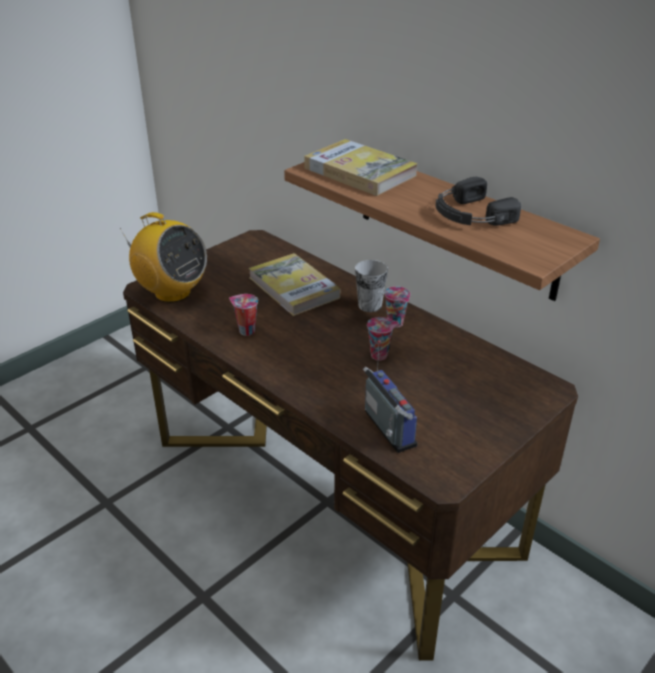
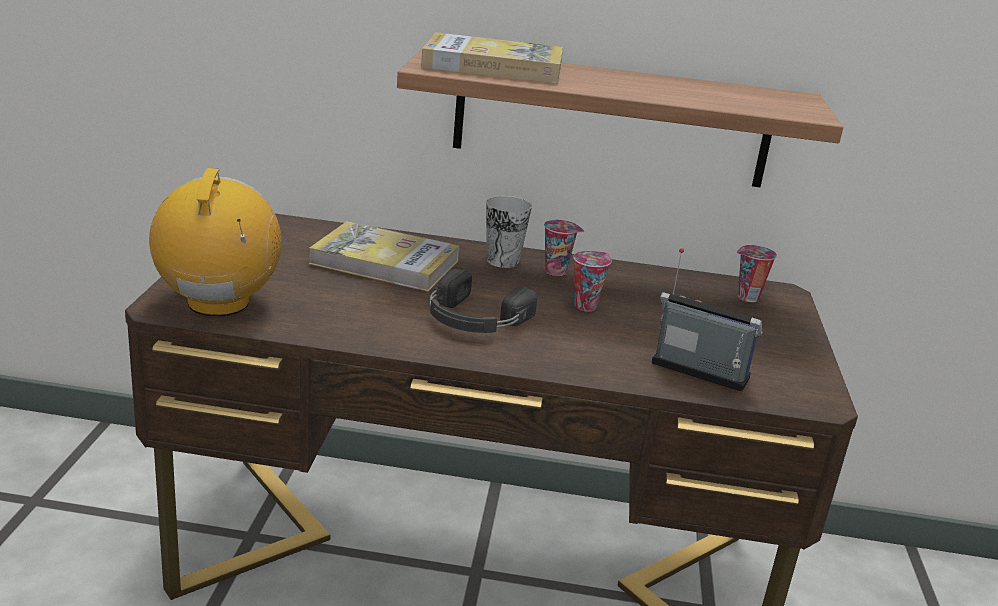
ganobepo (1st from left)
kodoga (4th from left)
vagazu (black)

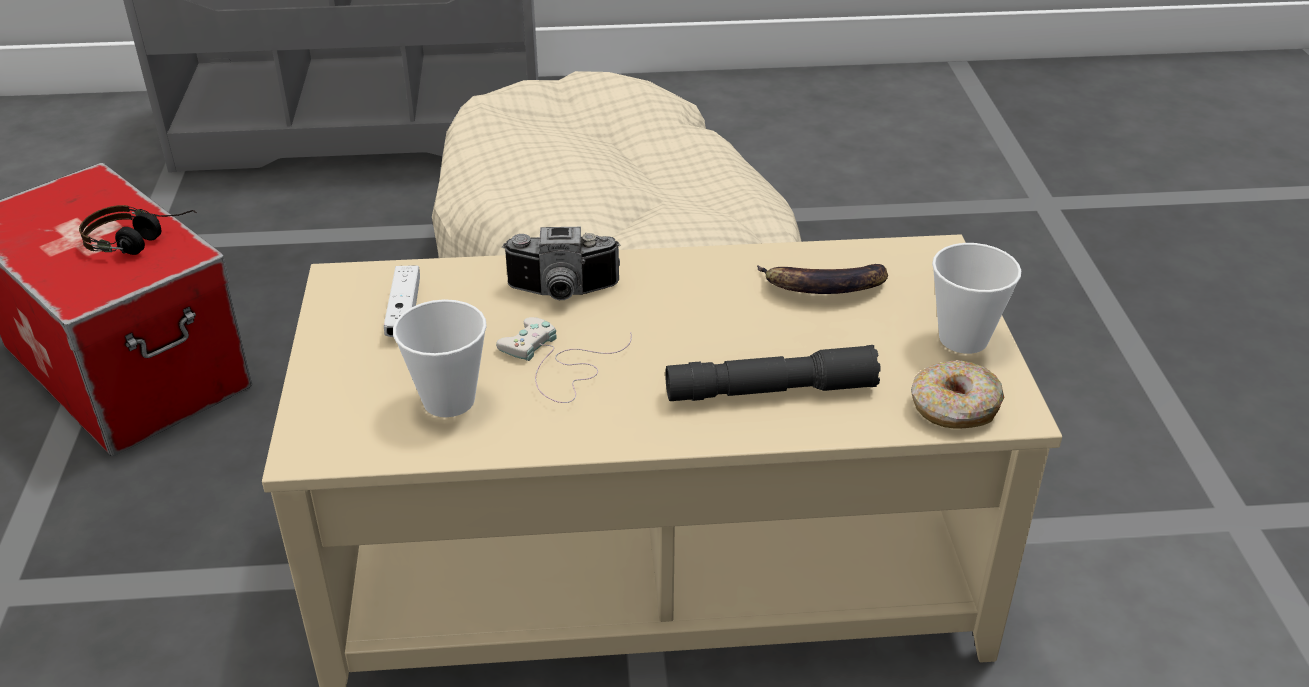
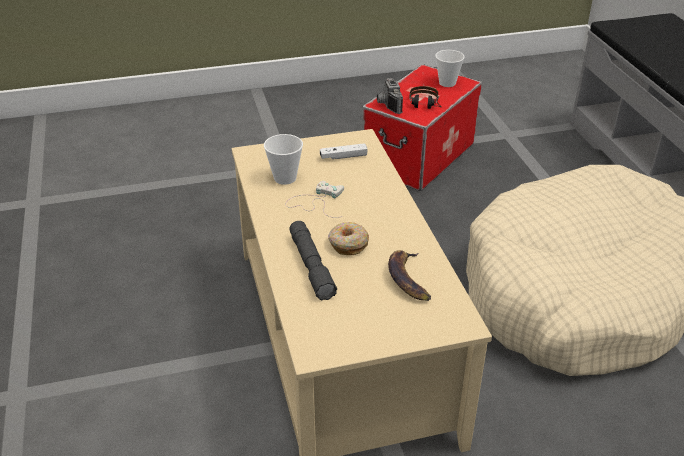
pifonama
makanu
kodoga (2nd from left)

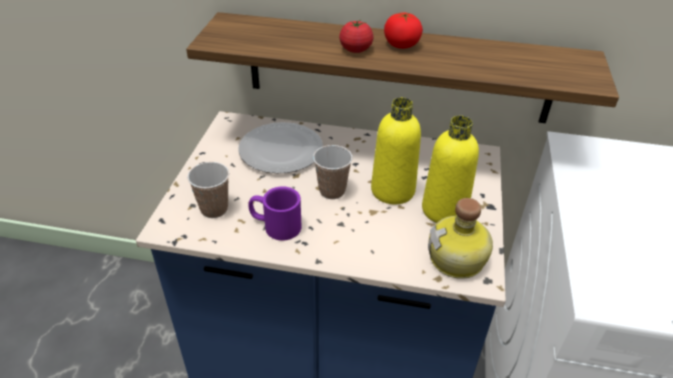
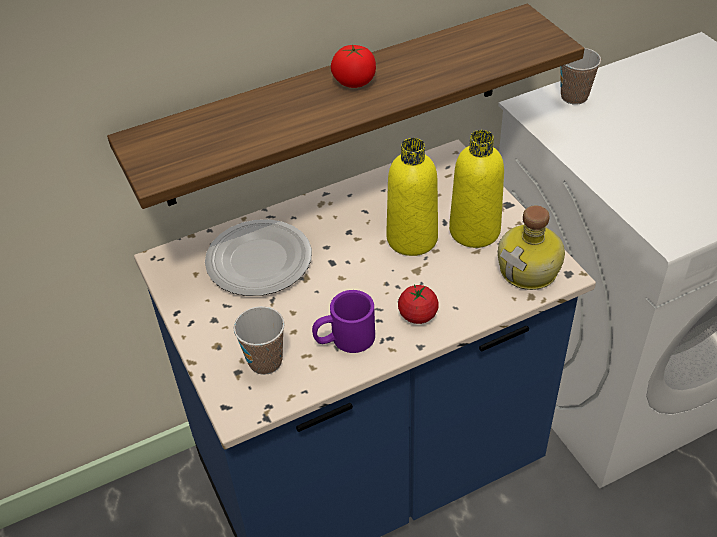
kodoga (2nd from left)
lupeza (2nd from left)

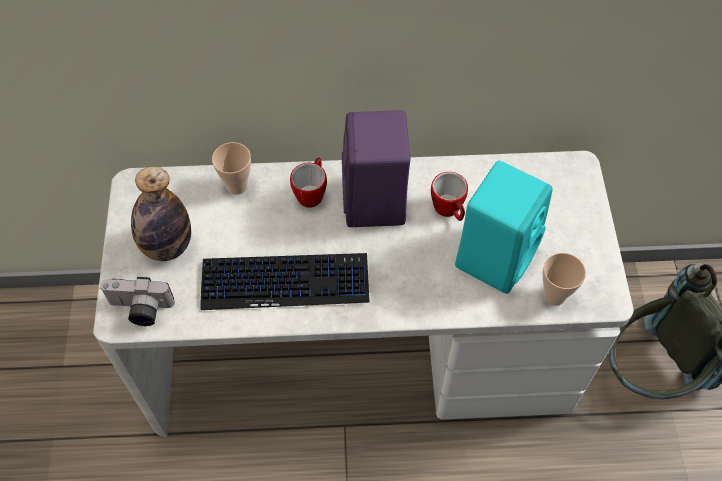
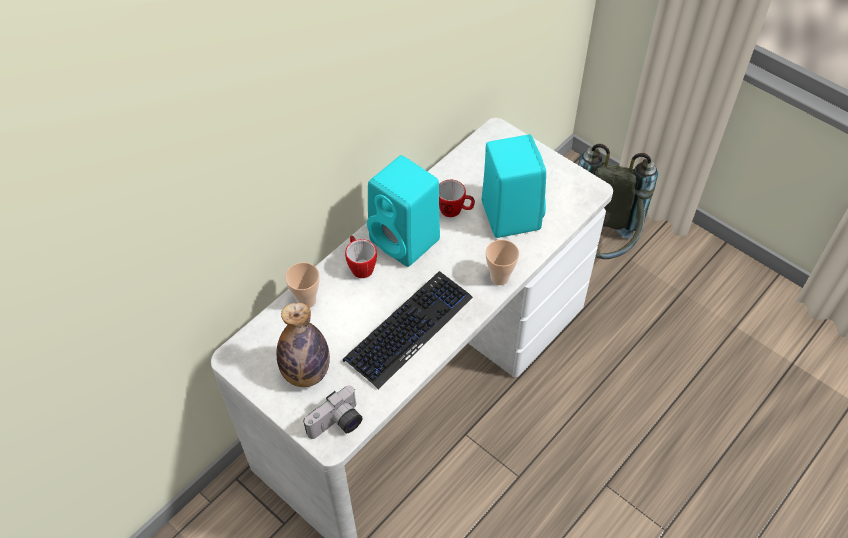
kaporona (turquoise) (1st from left)
kodoga (2nd from left)

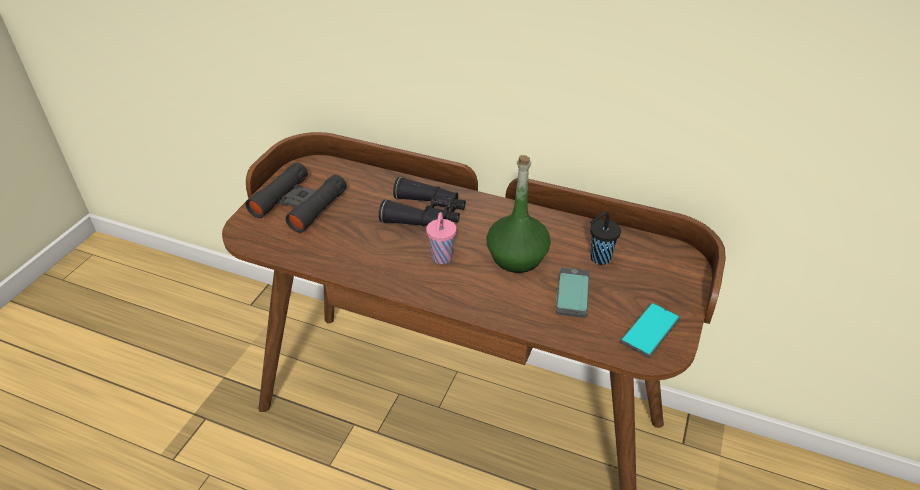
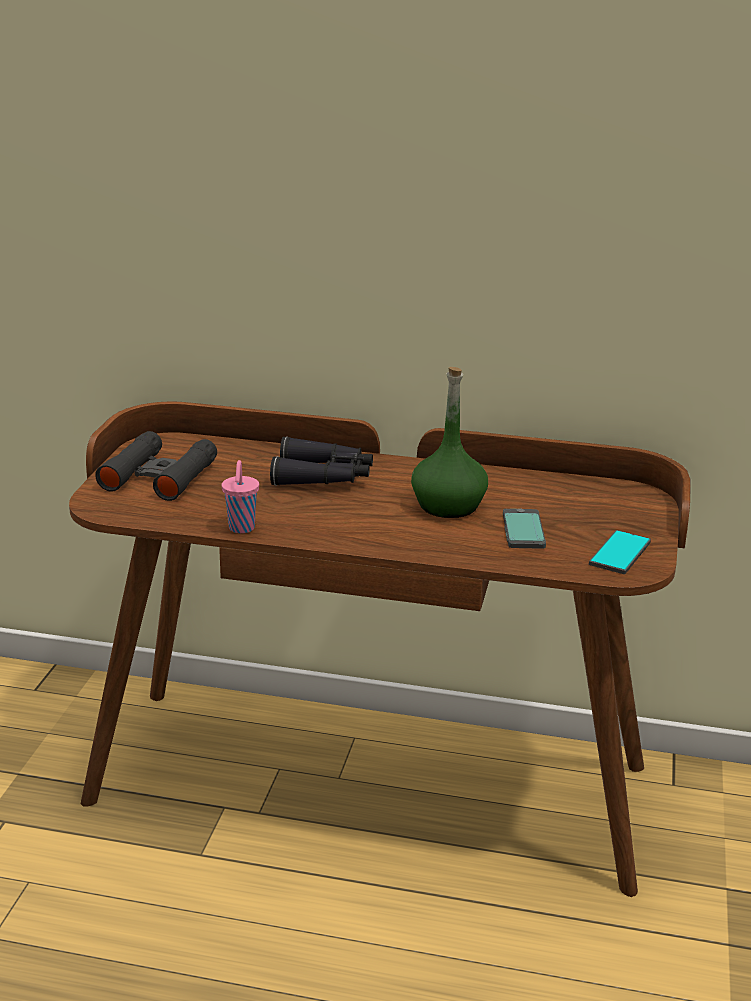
kodoga (pink)
kodoga (black)

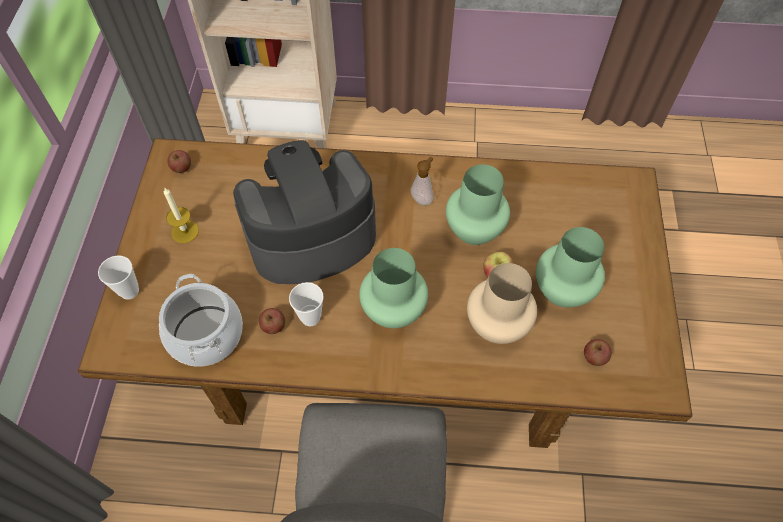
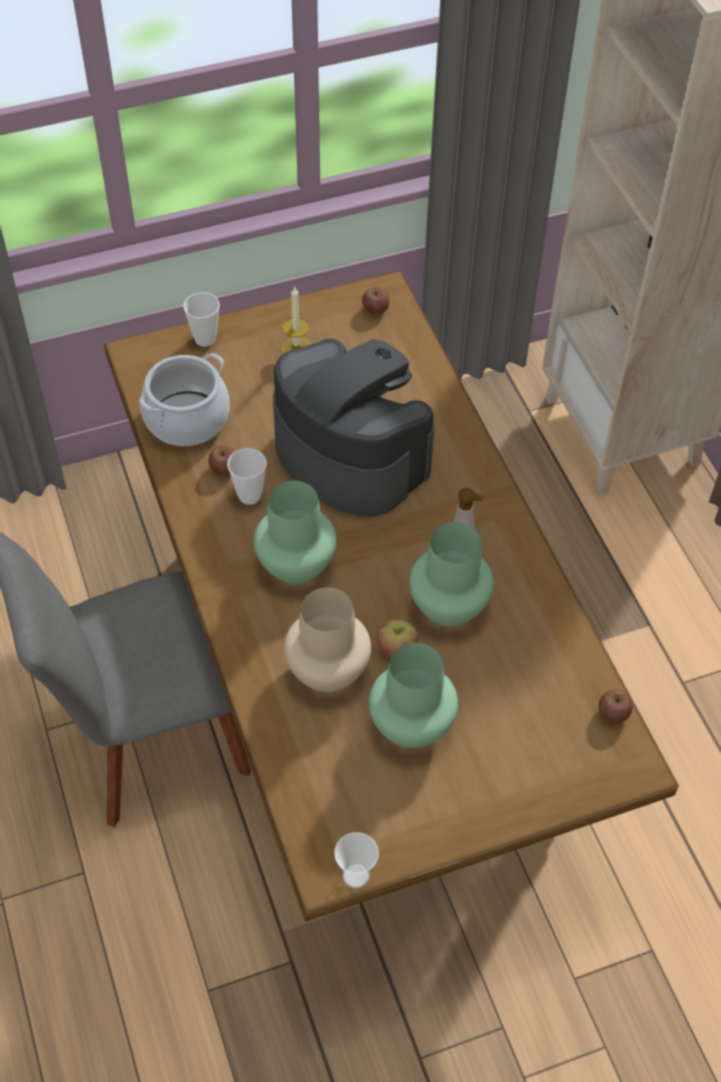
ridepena (4th from left)
kodoga (3rd from left)

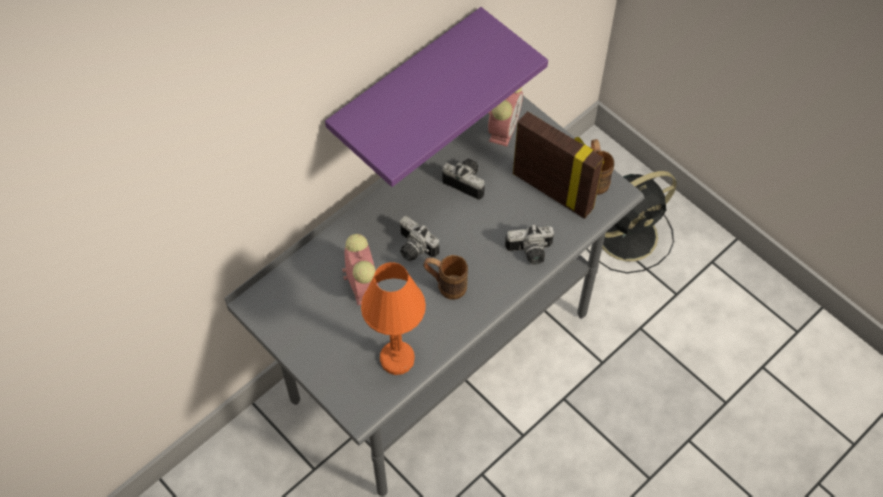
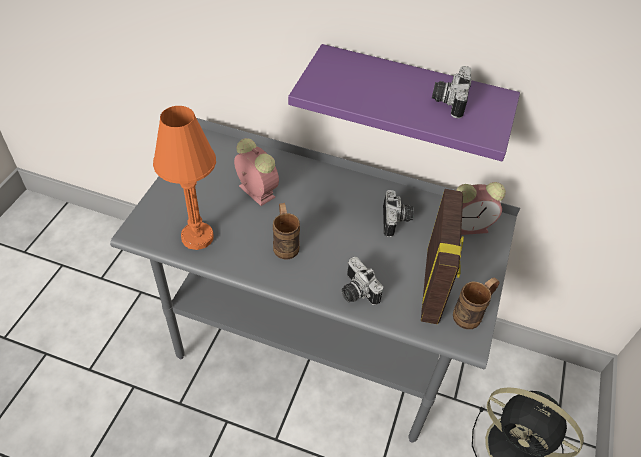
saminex (1st from left)
pifonama (3rd from left)

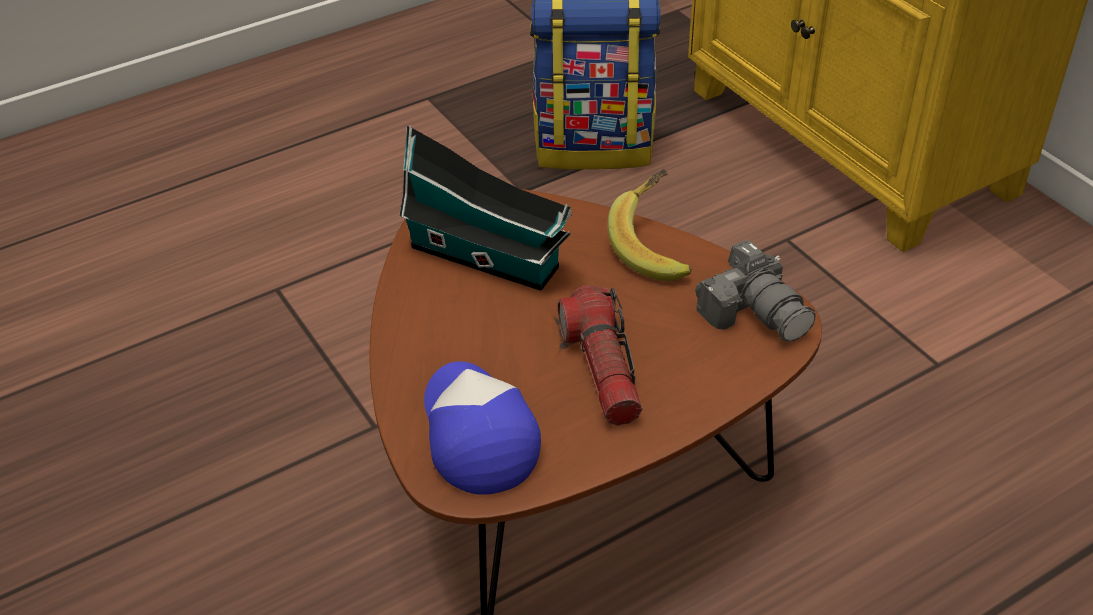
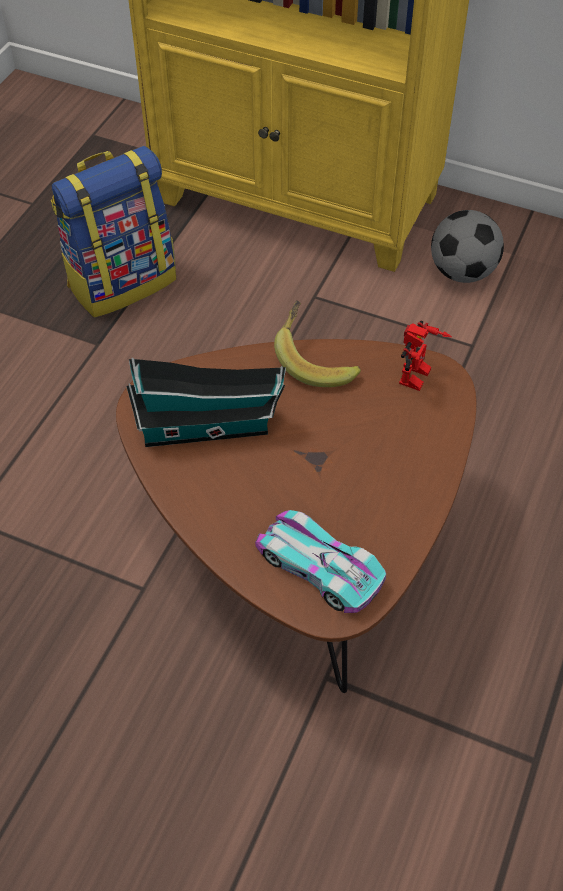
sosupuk
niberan
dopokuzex
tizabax

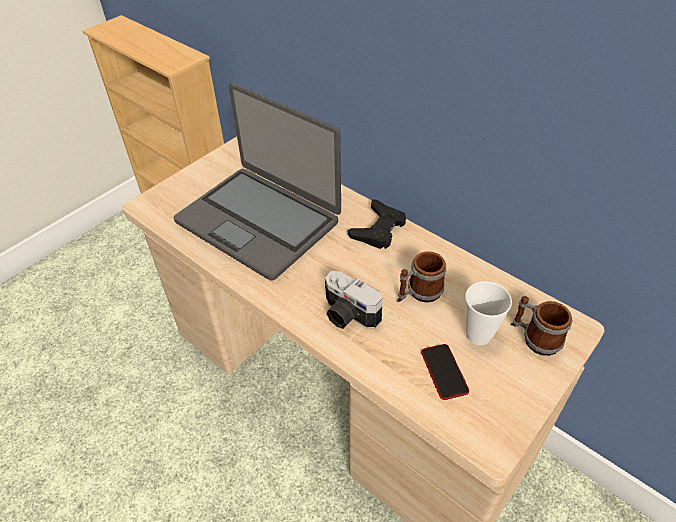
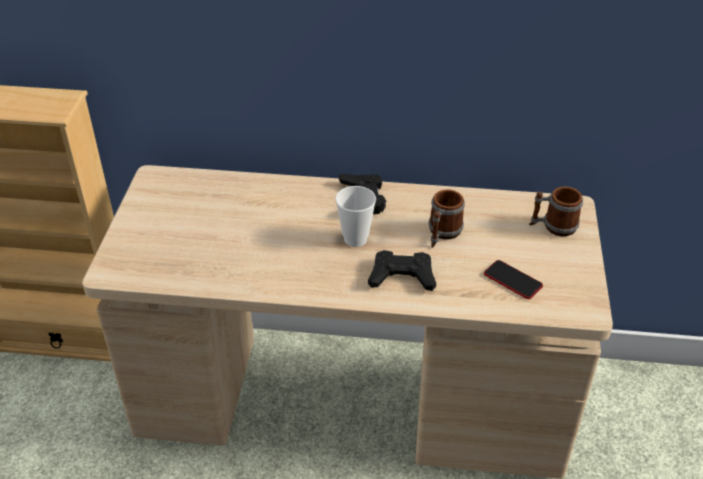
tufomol
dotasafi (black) (2nd from left)
kodoga

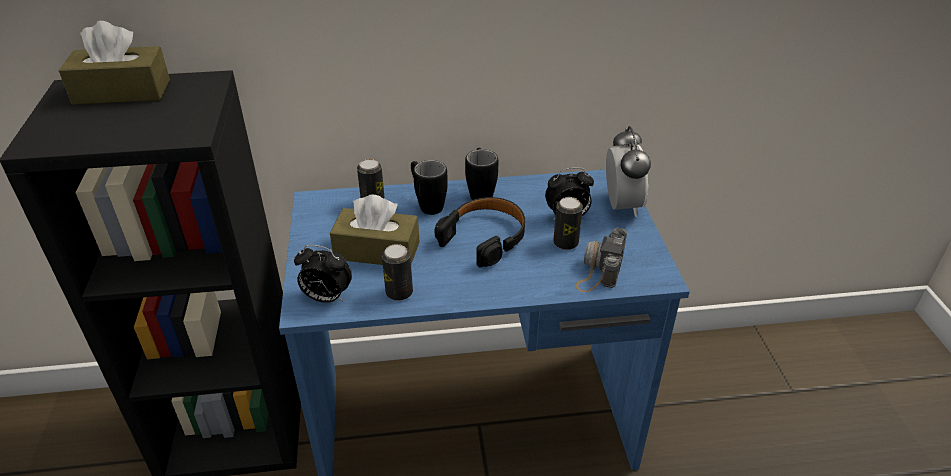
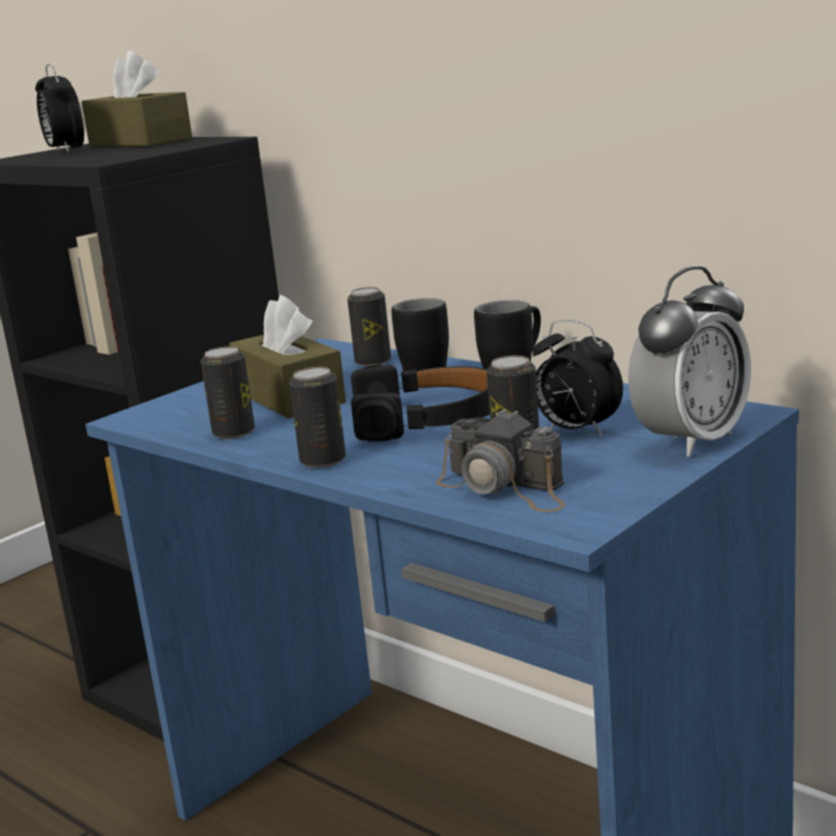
saminex (1st from left)
pifonama
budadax (2nd from left)

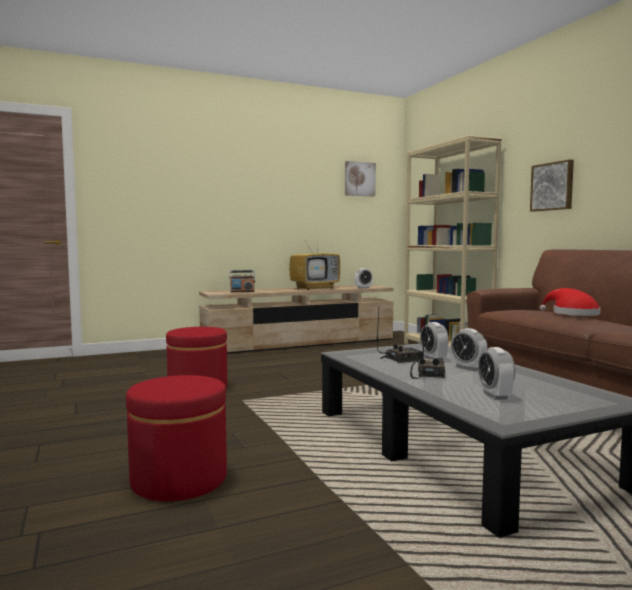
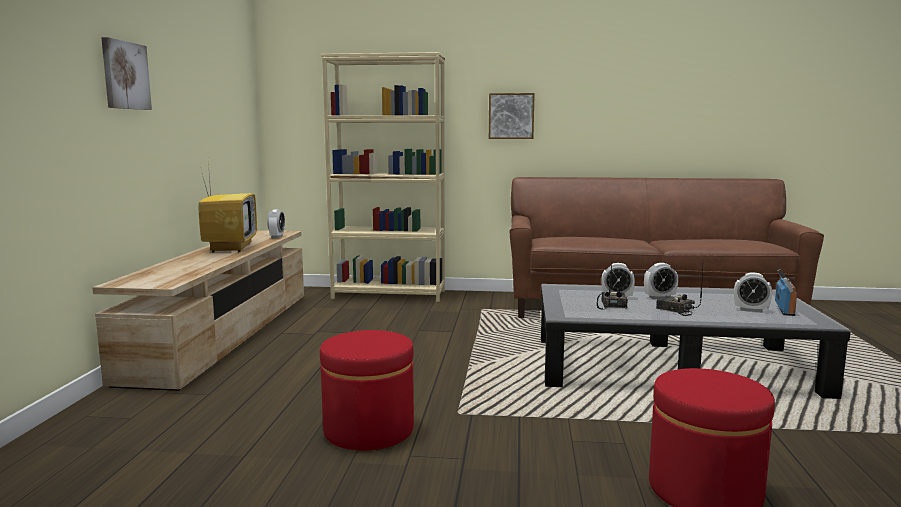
ganobepo (3rd from left)
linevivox (1st from left)
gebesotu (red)

